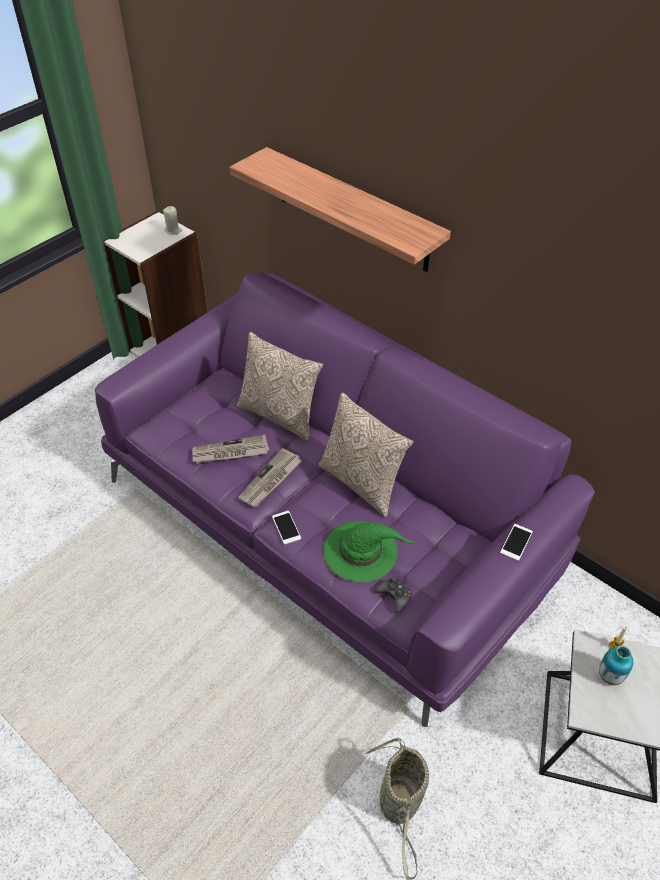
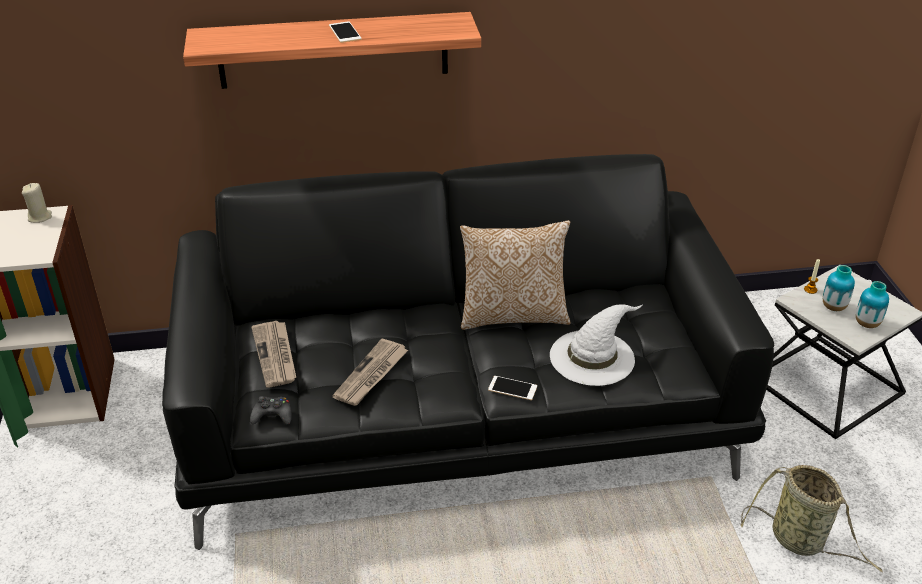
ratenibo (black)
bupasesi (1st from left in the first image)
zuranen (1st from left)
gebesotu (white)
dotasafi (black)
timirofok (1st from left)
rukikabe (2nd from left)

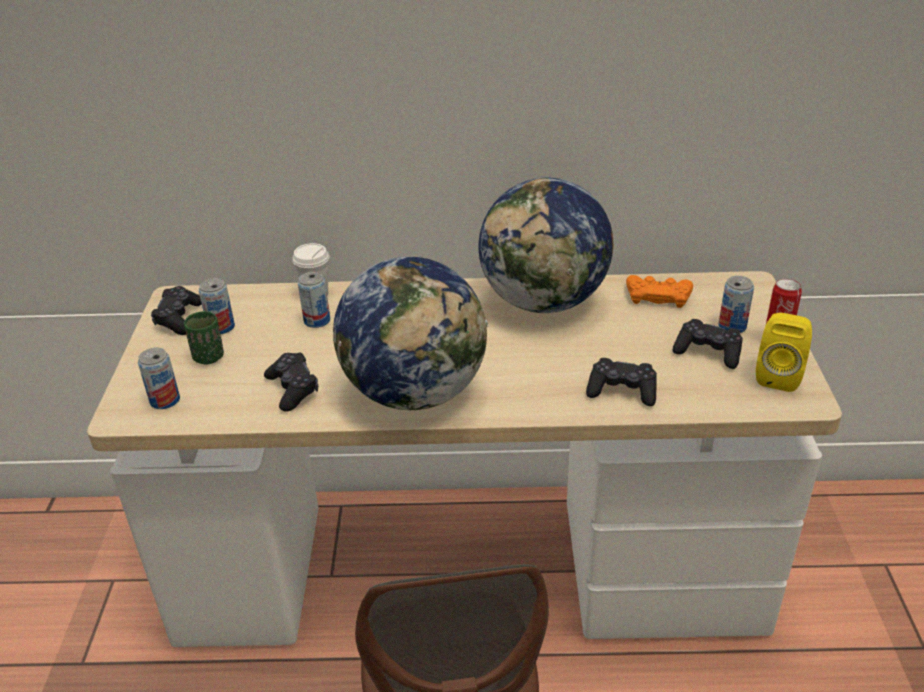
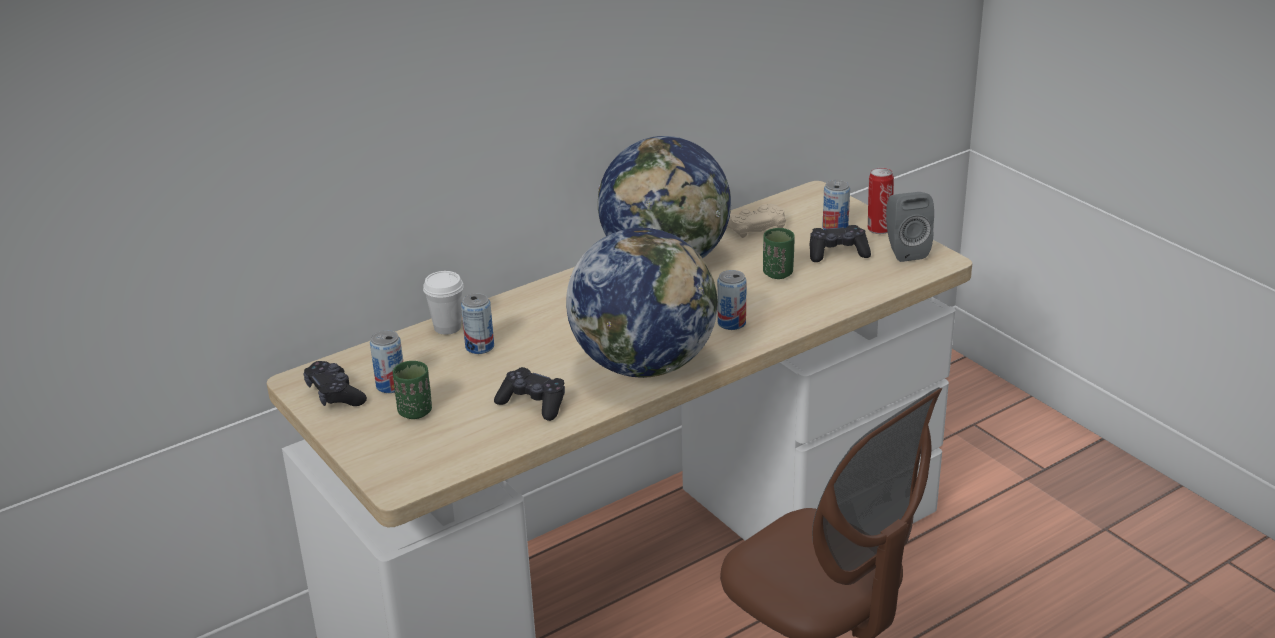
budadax (3rd from left)
dotasafi (black) (3rd from left in the first image)
dotasafi (beige)
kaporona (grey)
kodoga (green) (2nd from left)

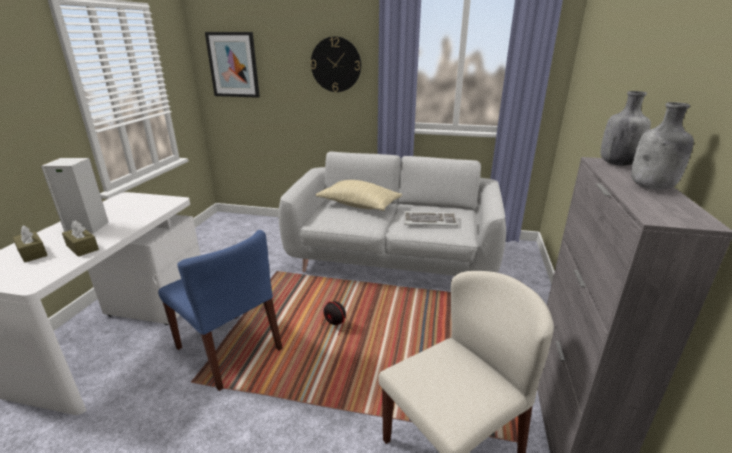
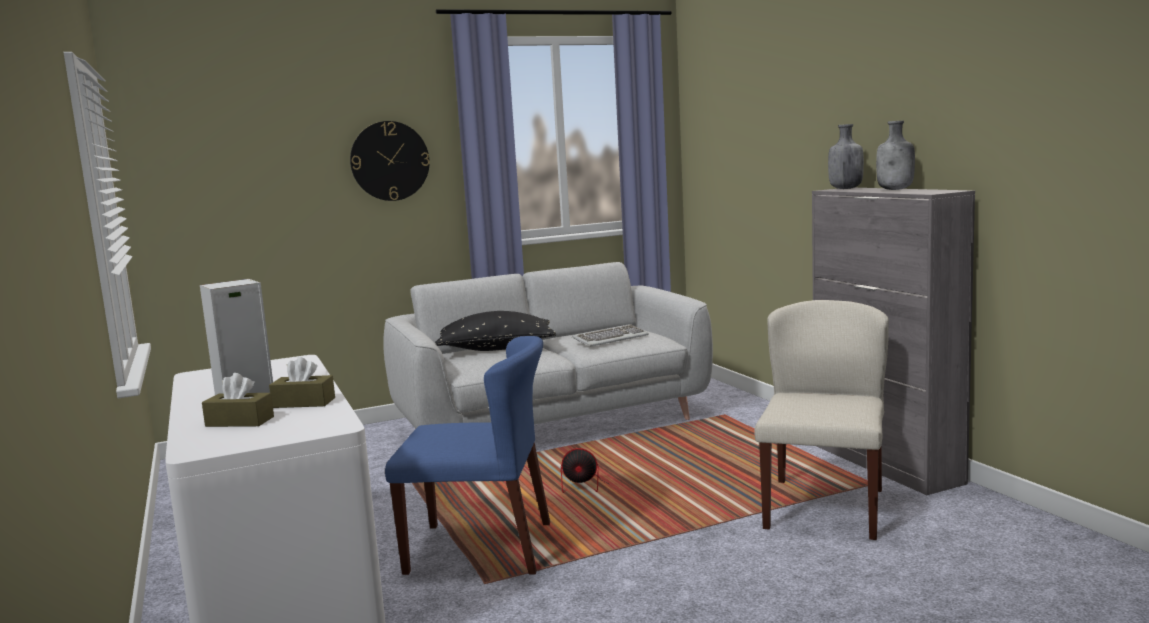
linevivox
bupasesi (black)

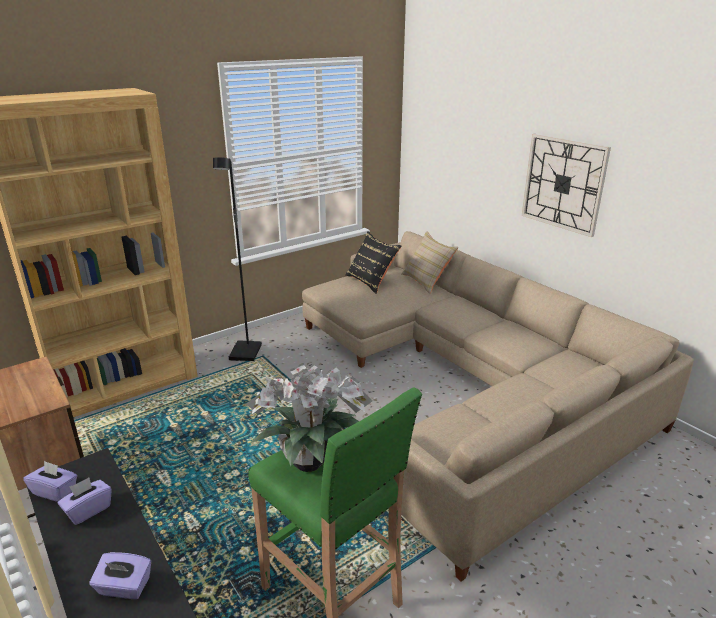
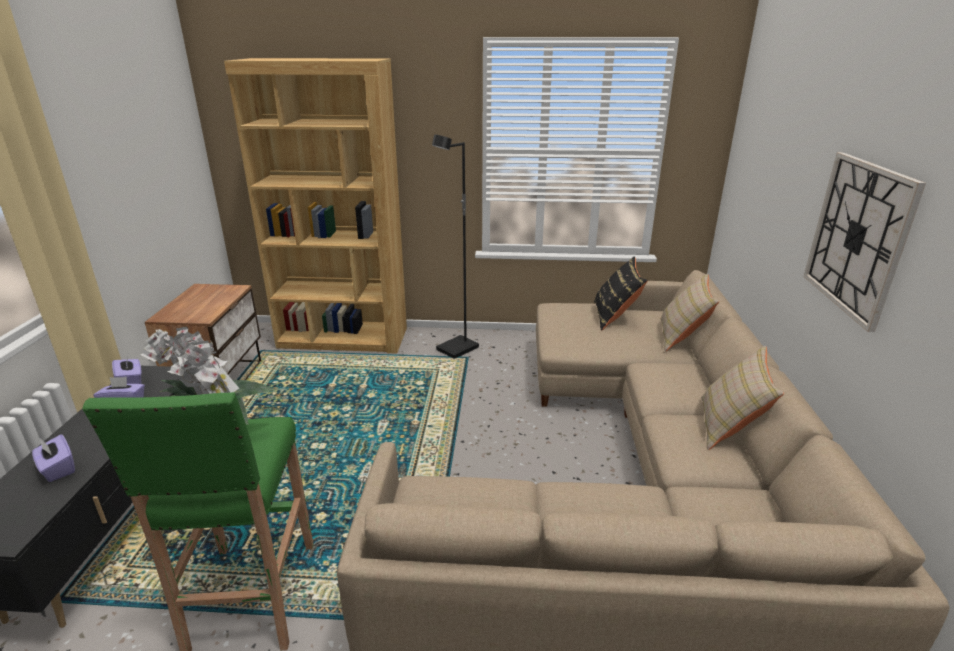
bupasesi (beige) (2nd from left)

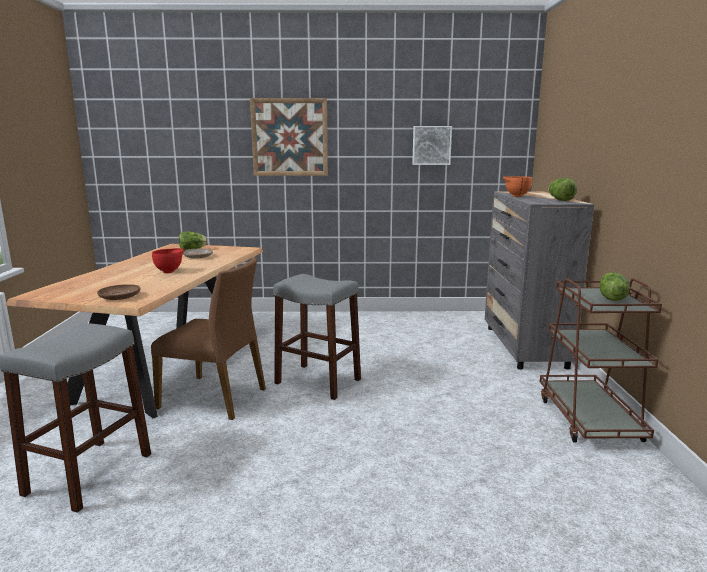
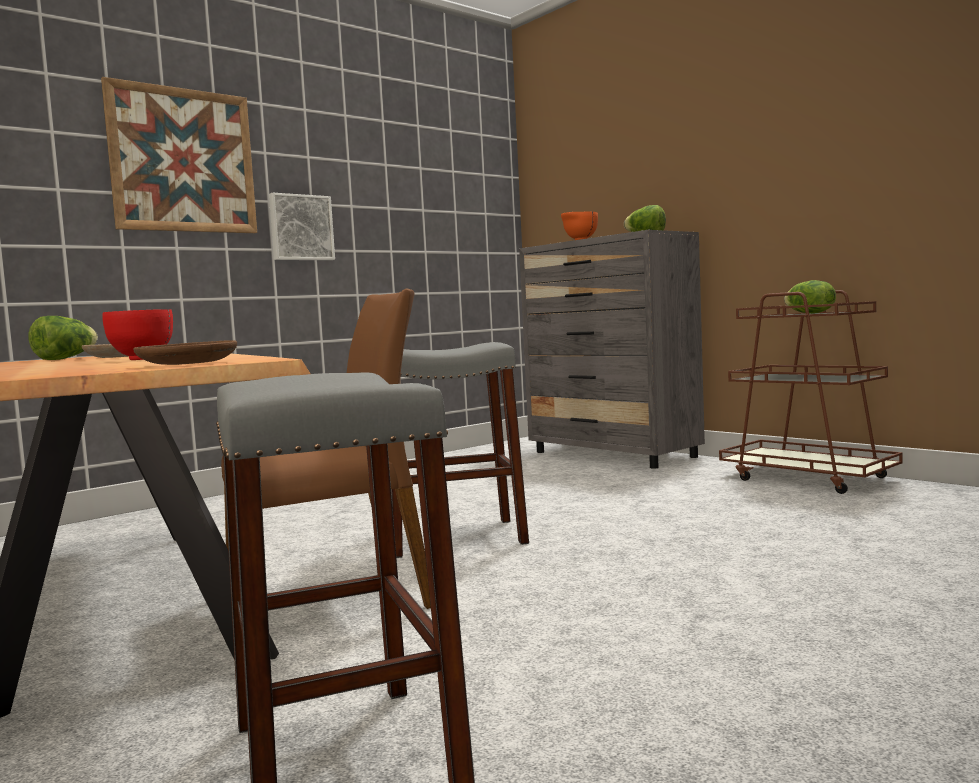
linevivox (2nd from left)

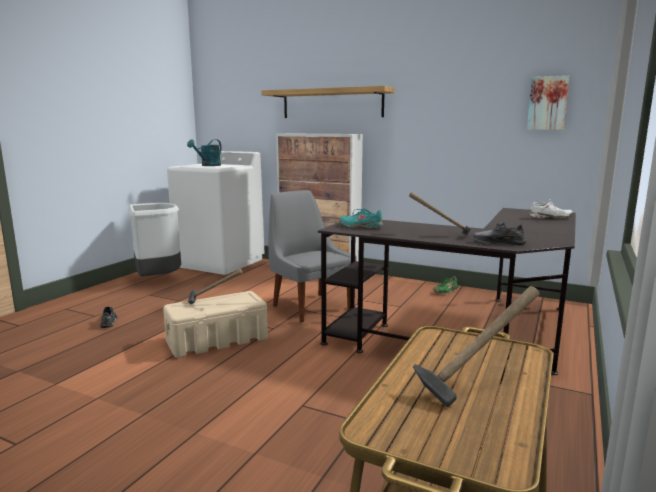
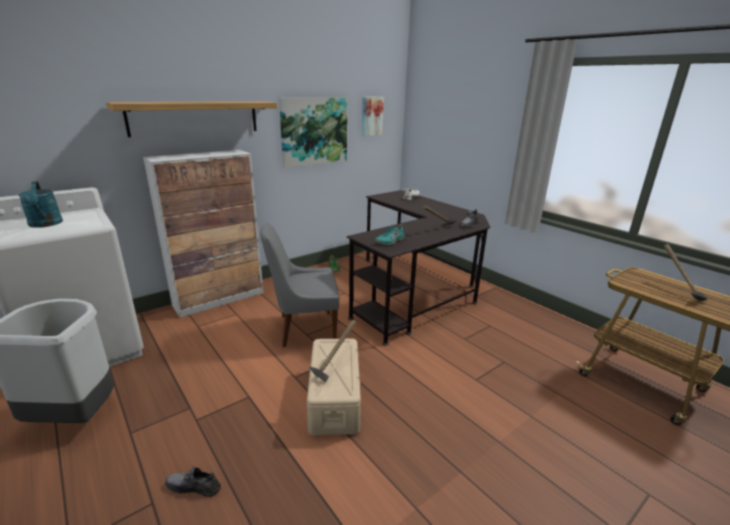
linevivox (1st from left)

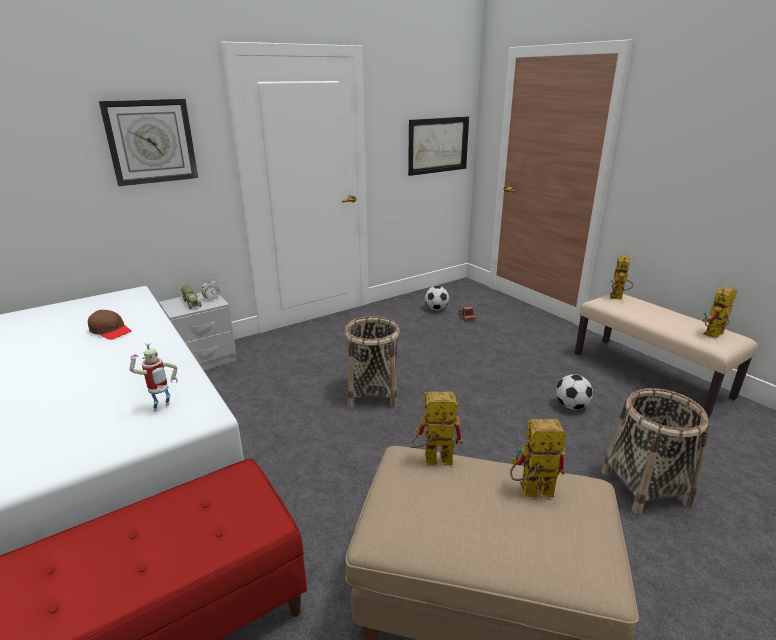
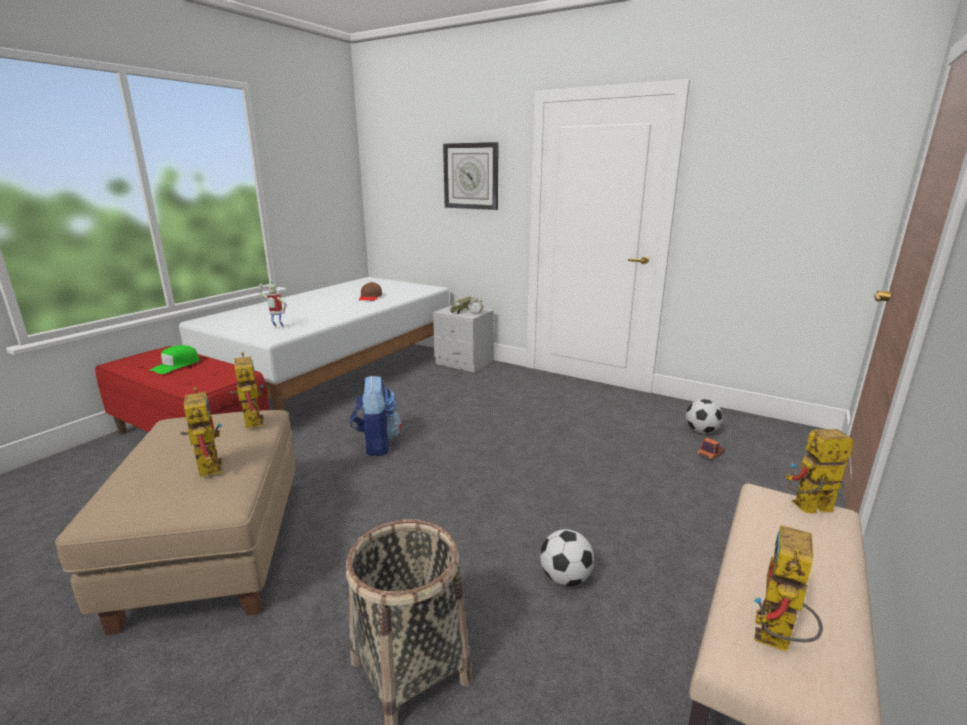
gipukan (1st from left in the first image)
linevivox
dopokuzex (4th from left)
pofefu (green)
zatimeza

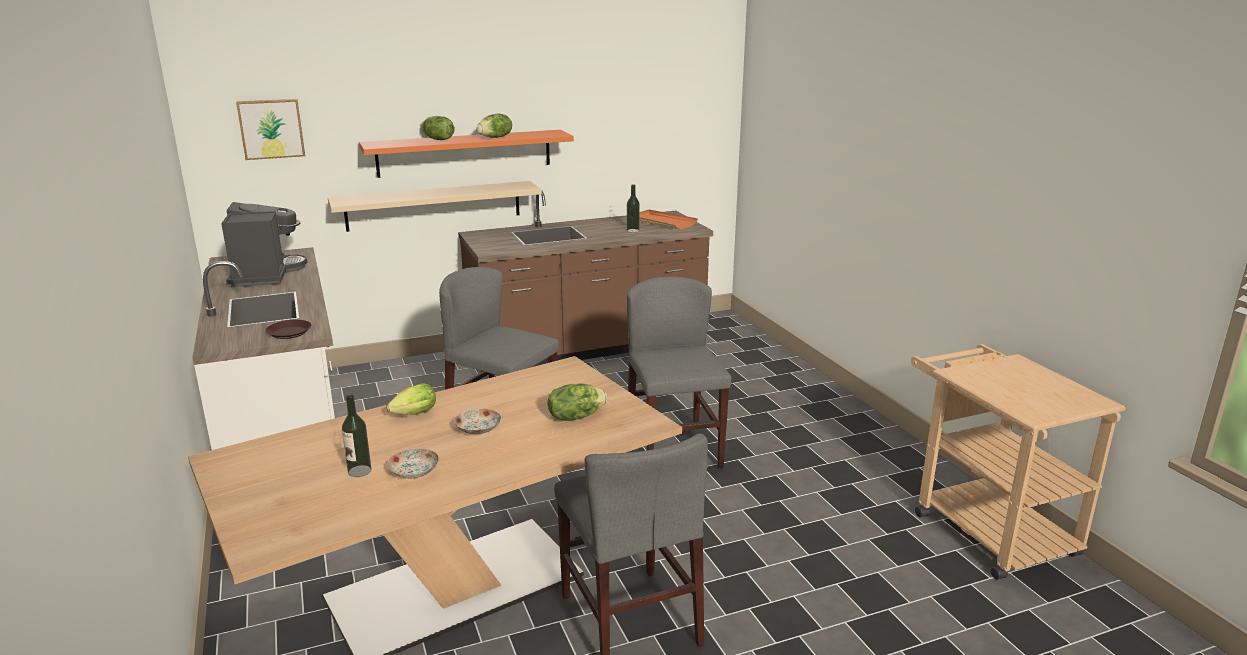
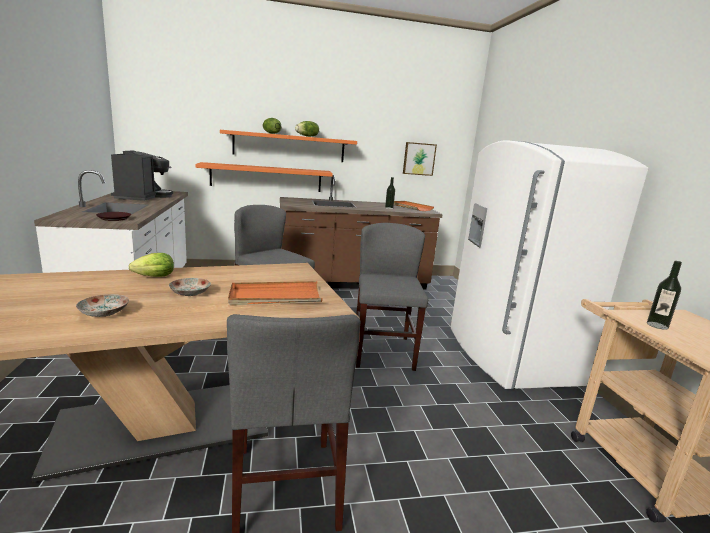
linevivox
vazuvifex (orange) (1st from left)
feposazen (2nd from left)
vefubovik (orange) (1st from left)
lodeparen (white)

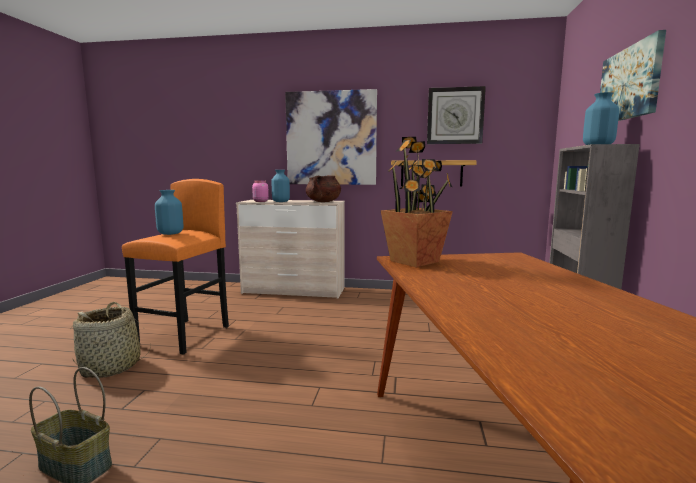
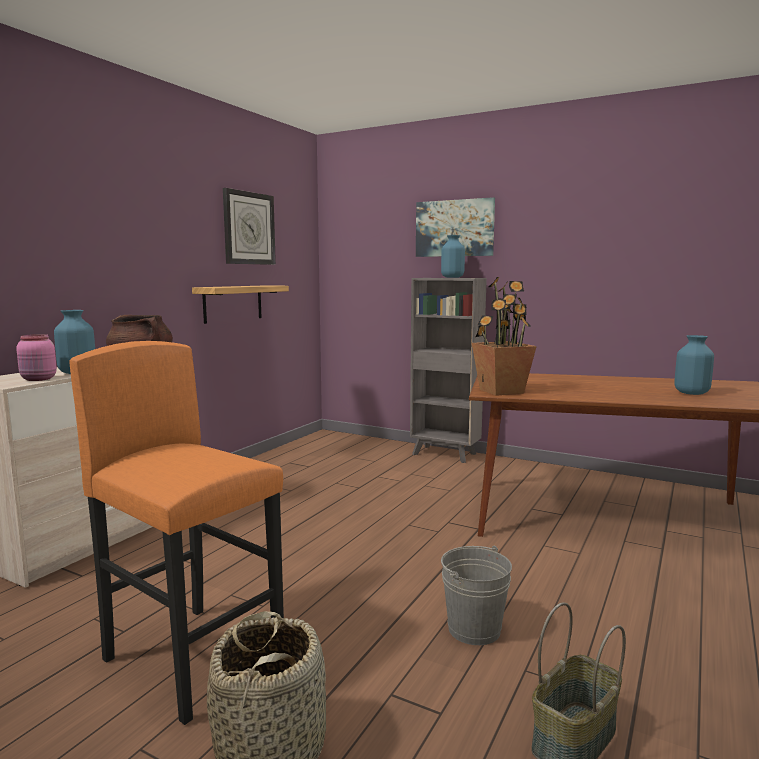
rukikabe (blue) (3rd from left)
linevivox (1st from left in the first image)
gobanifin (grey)

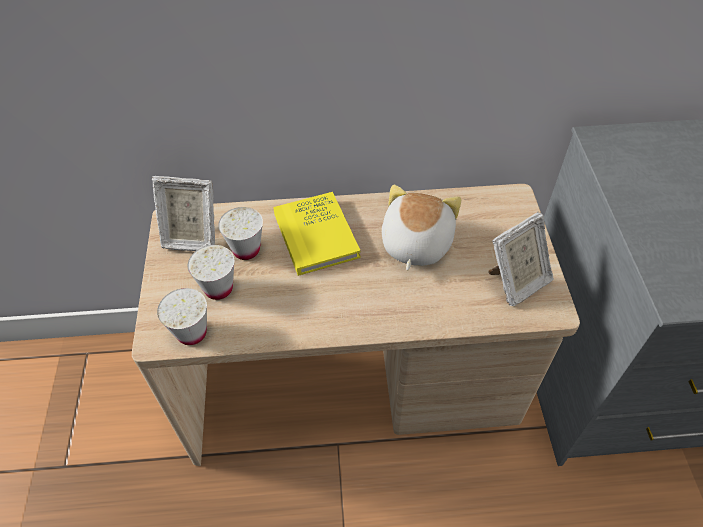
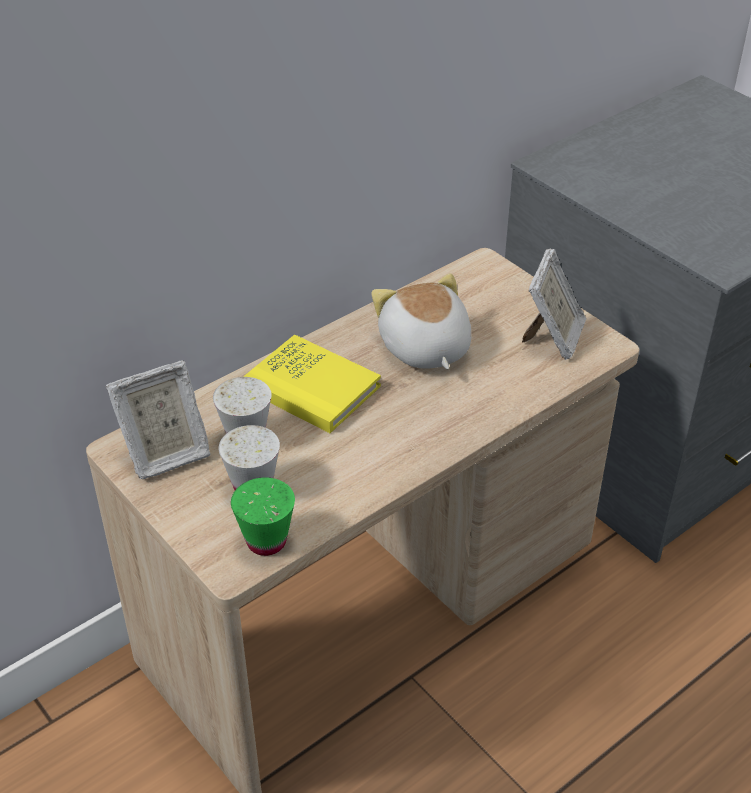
kodoga (green)

